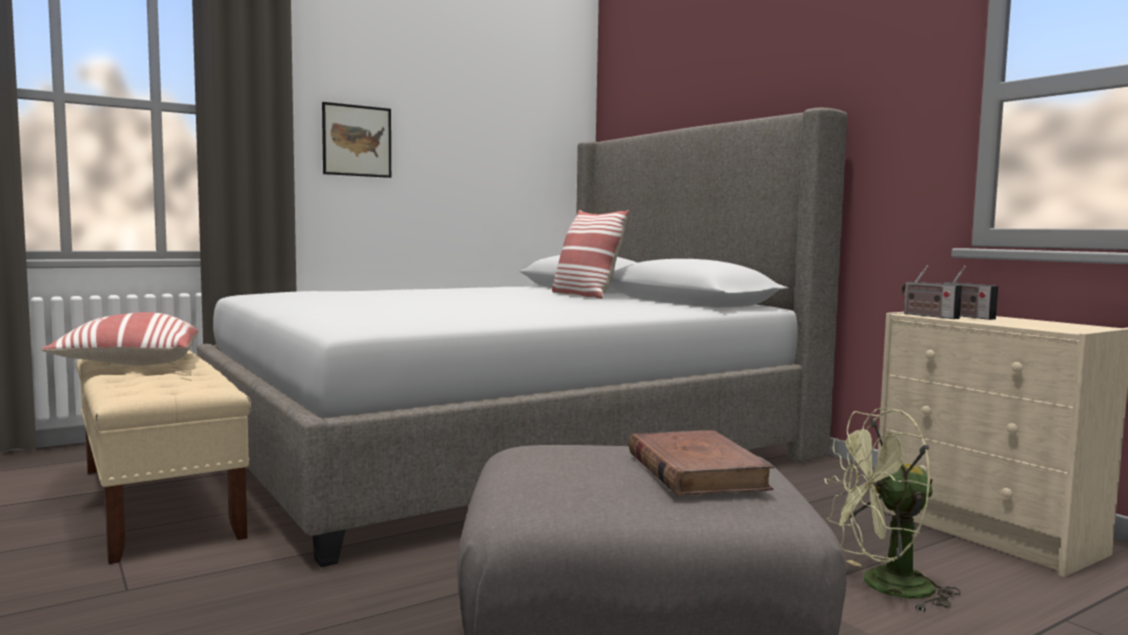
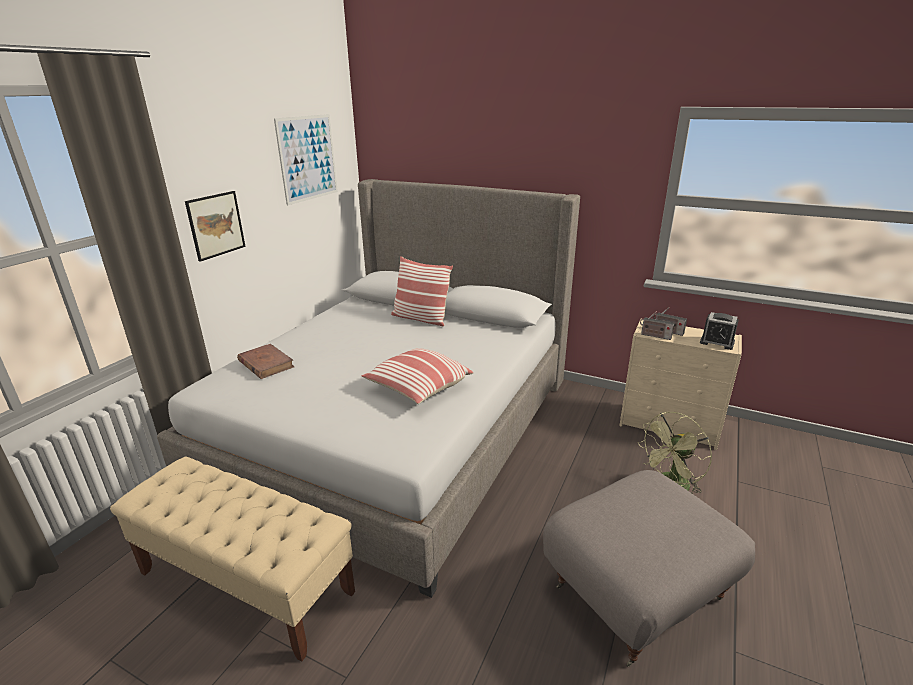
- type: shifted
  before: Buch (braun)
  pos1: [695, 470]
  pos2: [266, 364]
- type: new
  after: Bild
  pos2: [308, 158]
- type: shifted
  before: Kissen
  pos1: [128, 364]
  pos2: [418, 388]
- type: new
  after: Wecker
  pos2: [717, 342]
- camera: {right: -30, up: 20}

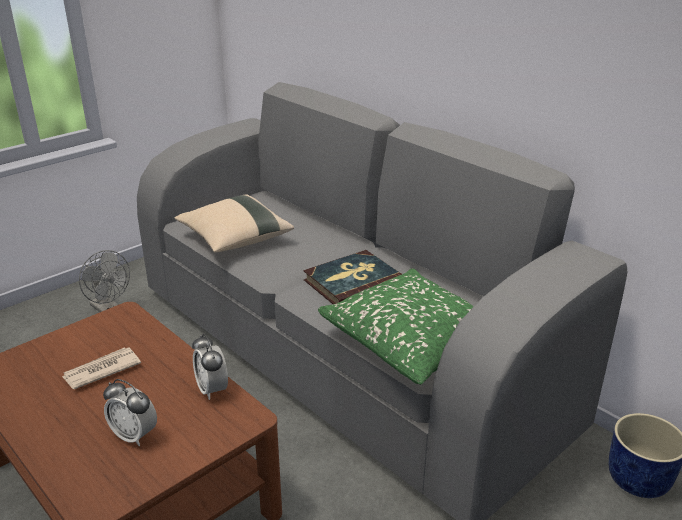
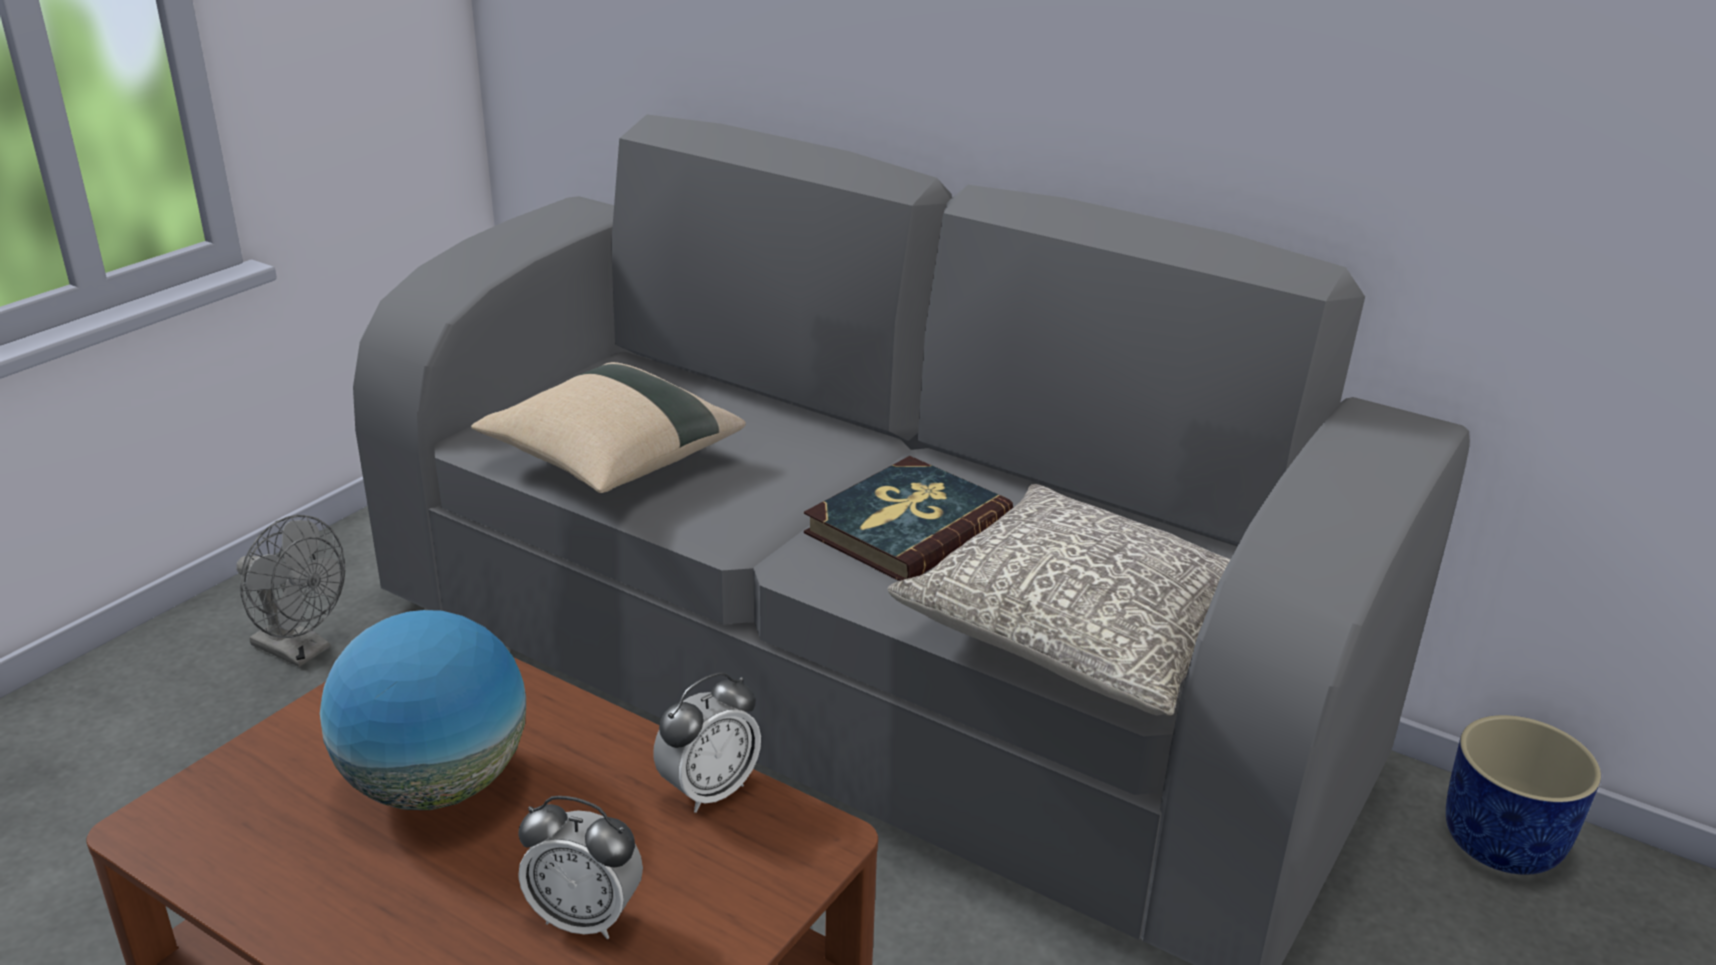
- type: swapped
  before: Zeitung
  after: Globus
  pos1: [101, 370]
  pos2: [436, 785]
- type: rotated
  before: Wecker
  pos1: [212, 389]
  pos2: [709, 790]
  turn: -90
- type: repainted
  before: Kissen (grün)
  after: Kissen (grau)
  pos1: [414, 340]
  pos2: [1087, 630]
- camera: {right: -15, up: 0}

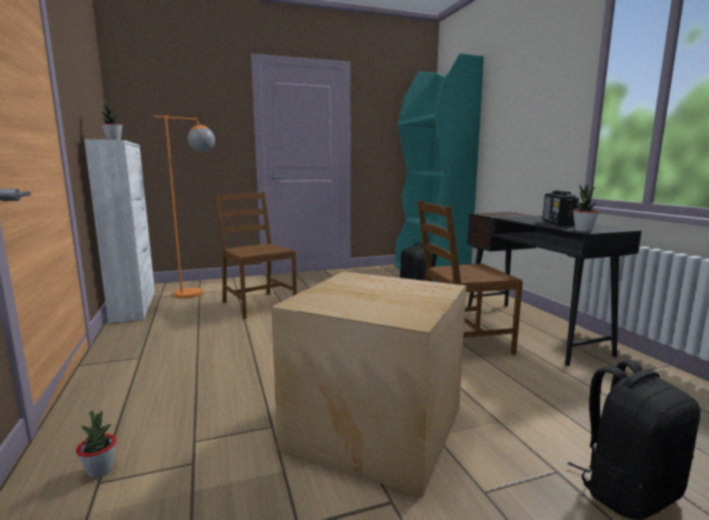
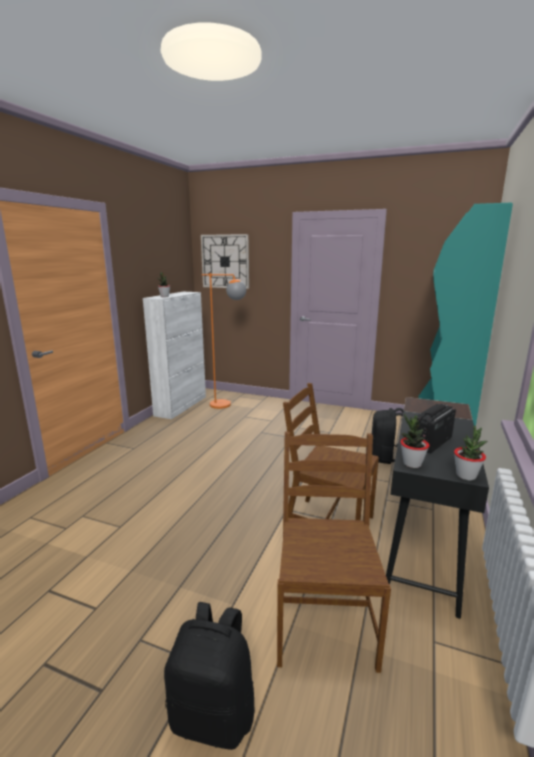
- type: new
  after: Wanduhr
  pos2: [225, 261]
- type: shifted
  before: Stuhl (braun)
  pos1: [257, 304]
  pos2: [323, 620]
- type: shifted
  before: Topfpflanze
  pos1: [100, 470]
  pos2: [466, 476]
- type: gone
  before: Karton
  pos1: [374, 426]
- camera: {right: 40, up: 5}

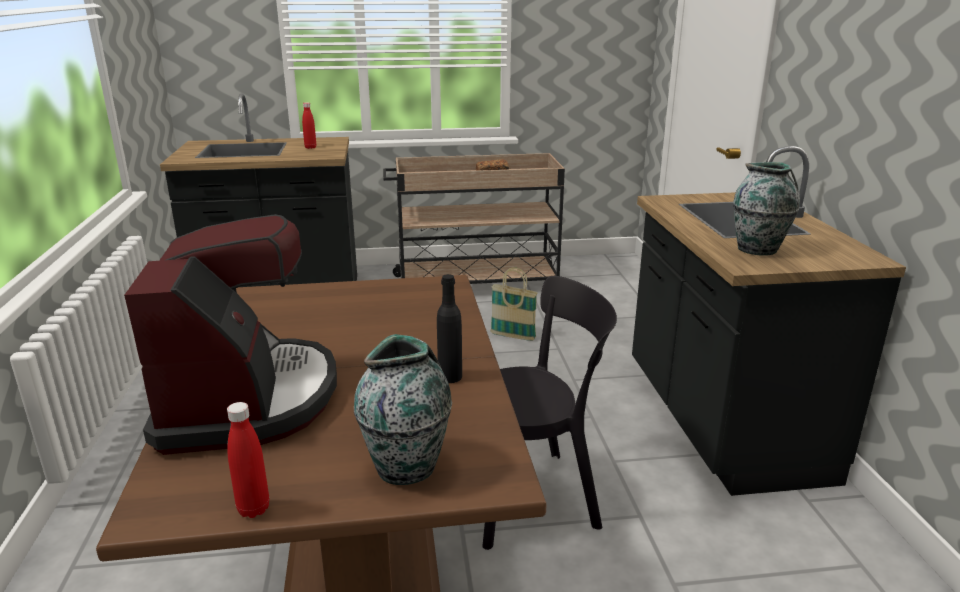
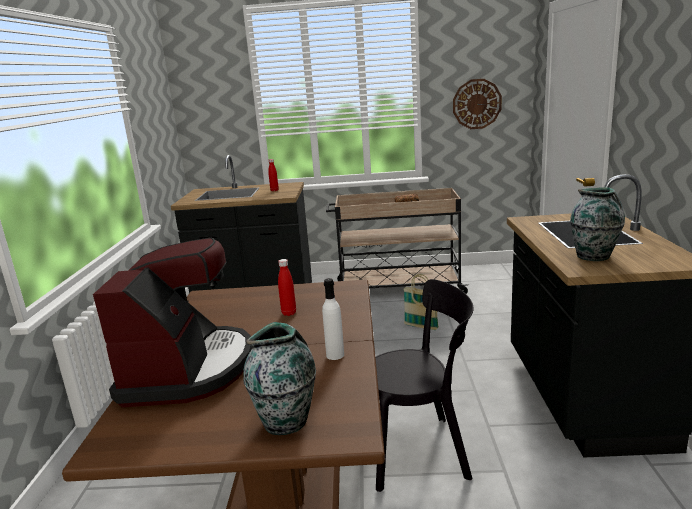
- type: shifted
  before: Flasche (rot)
  pos1: [253, 509]
  pos2: [289, 313]
- type: repainted
  before: Flasche (schwarz)
  after: Flasche (weiß)
  pos1: [450, 377]
  pos2: [335, 355]
- type: new
  after: Wanduhr
  pos2: [476, 104]
- camera: {right: 10, up: -5}

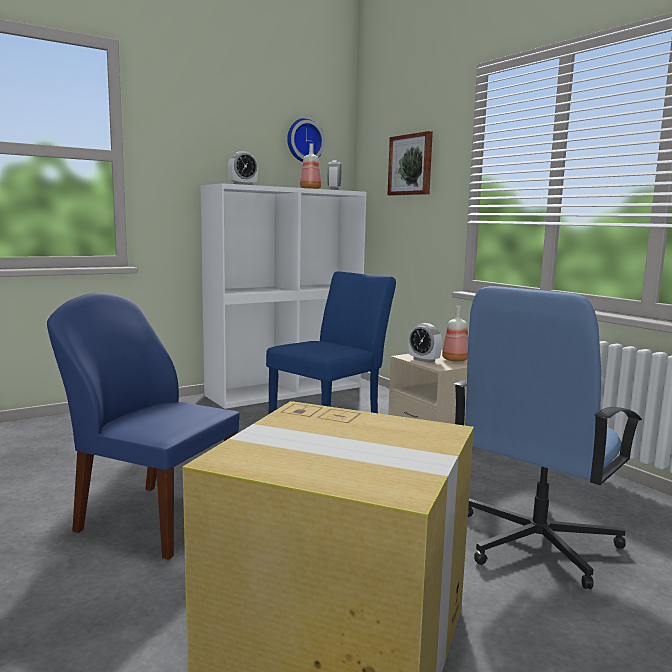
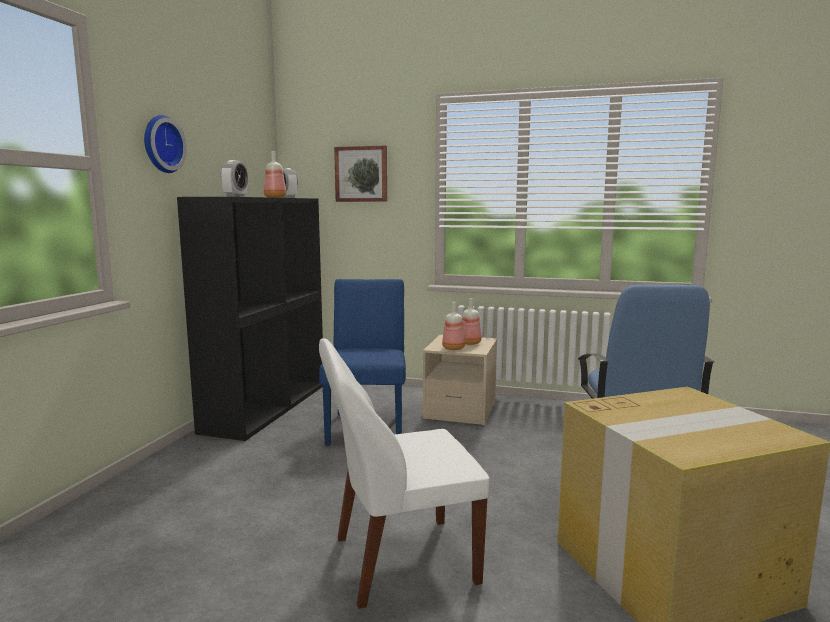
- type: shifted
  before: Wanduhr
  pos1: [304, 140]
  pos2: [161, 144]
- type: repainted
  before: Bücherregal (weiß)
  after: Bücherregal (schwarz)
  pos1: [285, 390]
  pos2: [266, 406]
- type: repainted
  before: Stuhl (blau)
  after: Stuhl (weiß)
  pos1: [154, 519]
  pos2: [400, 560]
- type: swapped
  before: Wecker
  after: Flasche
  pos1: [424, 360]
  pos2: [454, 348]
- camera: {right: -40, up: 0}

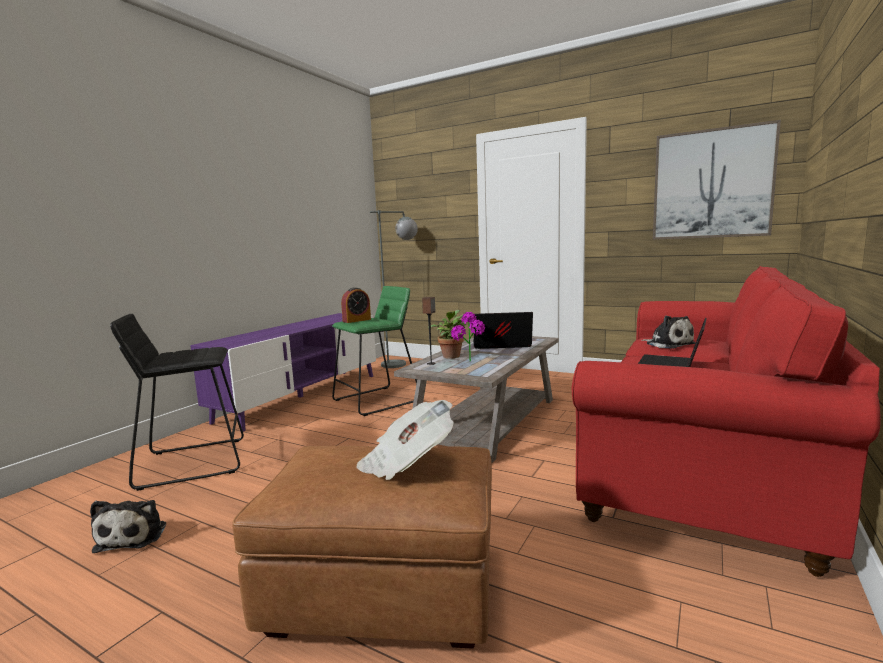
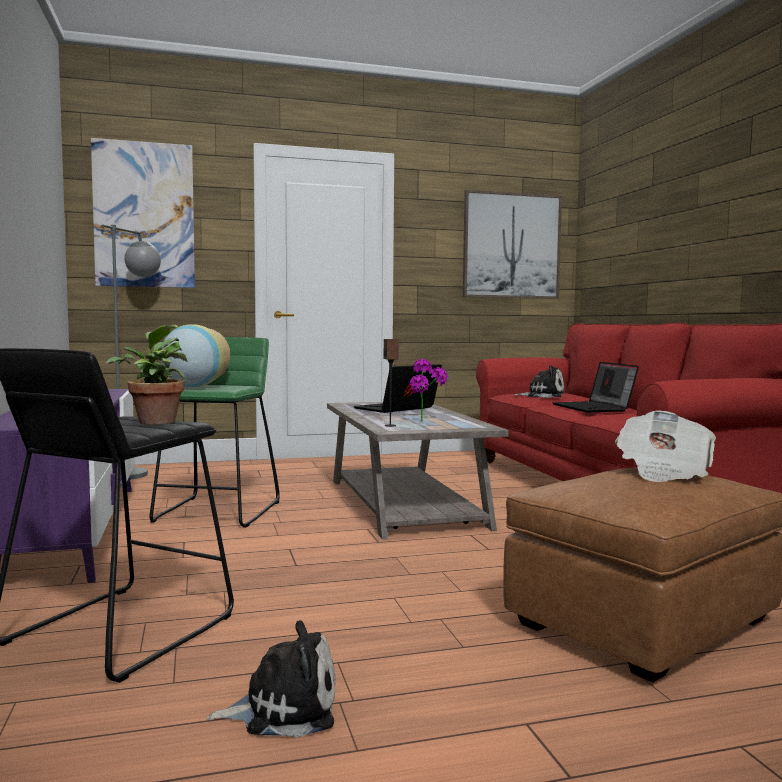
- type: new
  after: Bild
  pos2: [144, 215]
- type: shifted
  before: Topfpflanze
  pos1: [451, 356]
  pos2: [154, 421]
- type: swapped
  before: Wecker
  after: Vase
  pos1: [356, 320]
  pos2: [193, 386]
- type: rotated
  before: Plüschtier
  pos1: [134, 535]
  pos2: [284, 708]
  turn: -45
- camera: {right: -45, up: -5}

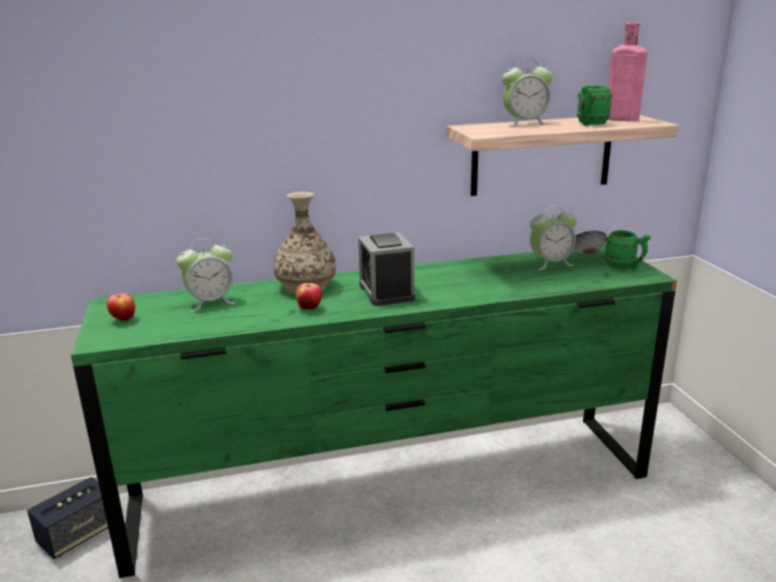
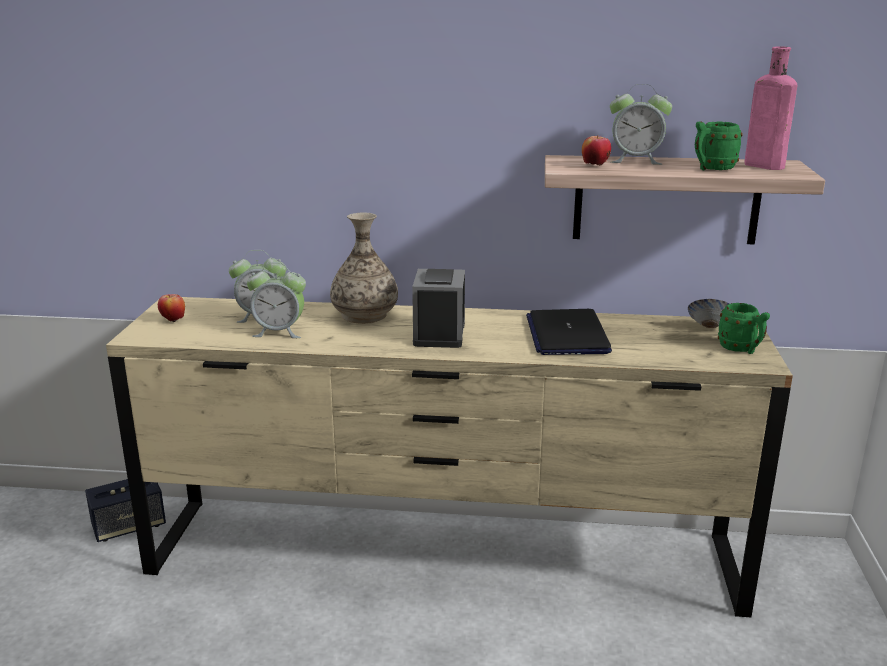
- type: repainted
  before: Kommode (grün)
  after: Kommode (beige)
  pos1: [391, 488]
  pos2: [443, 555]
- type: shifted
  before: Wecker
  pos1: [550, 264]
  pos2: [279, 332]
- type: new
  after: Laptop
  pos2: [567, 334]
- type: shifted
  before: Apfel
  pos1: [309, 308]
  pos2: [595, 166]
- camera: {right: 20, up: 0}

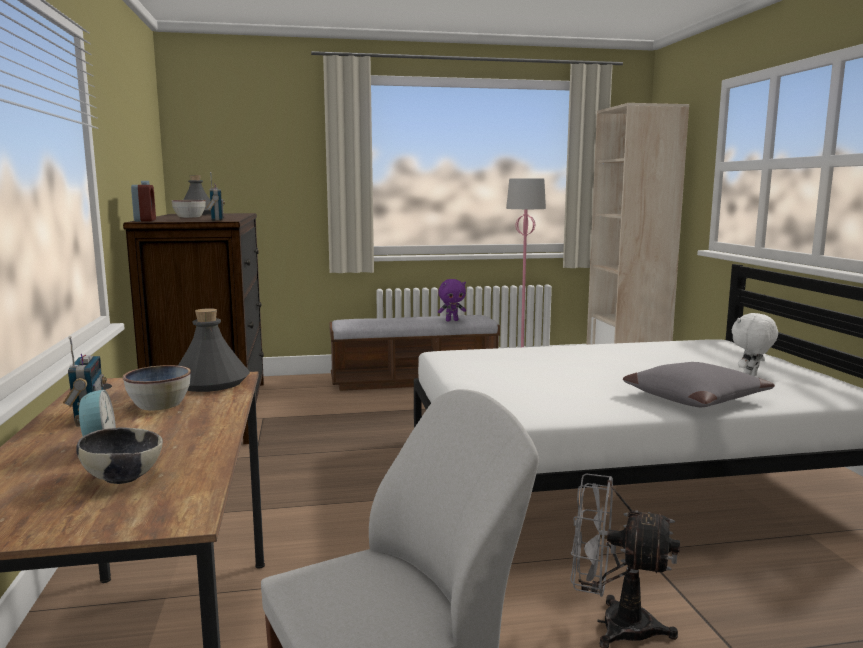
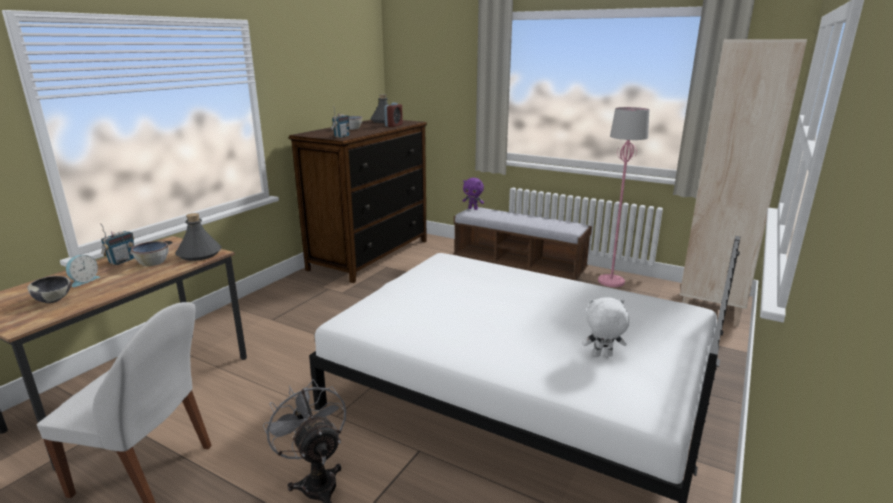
- type: shifted
  before: Wecker
  pos1: [145, 220]
  pos2: [393, 125]
- type: shifted
  before: Plüschtier (lila)
  pos1: [452, 320]
  pos2: [473, 208]
- type: gone
  before: Kissen (grau)
  pos1: [694, 398]
- camera: {right: 40, up: 10}

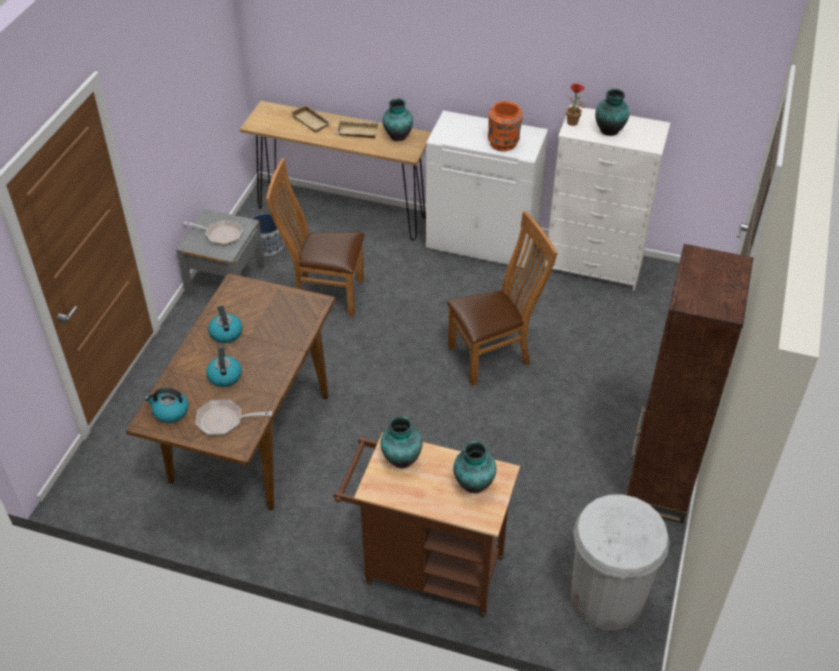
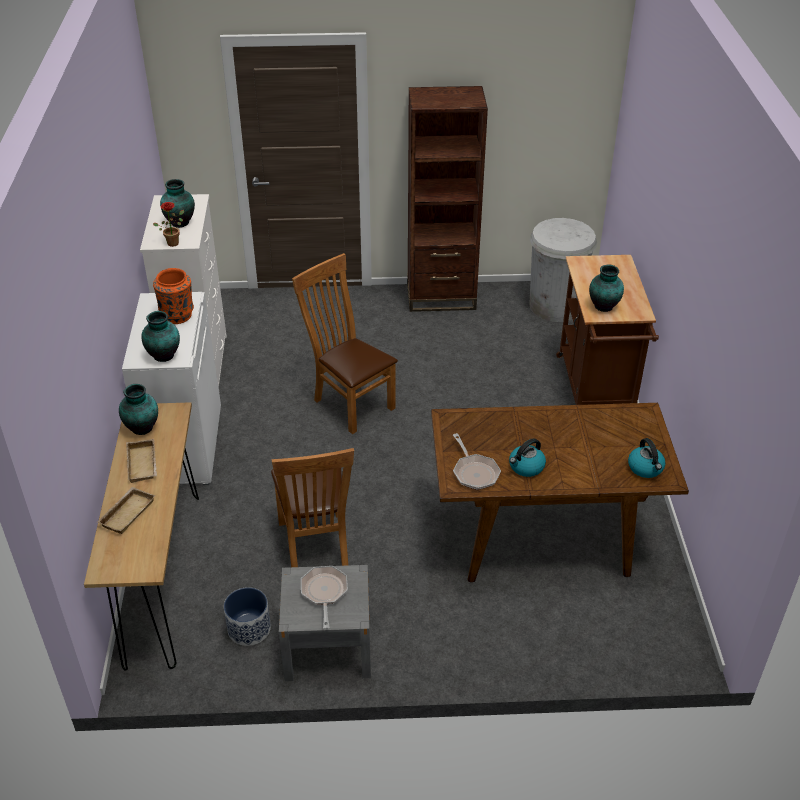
- type: shifted
  before: Vase
  pos1: [473, 484]
  pos2: [164, 356]
- type: shifted
  before: Pfanne
  pos1: [224, 421]
  pos2: [474, 472]
- type: gone
  before: Wasserkessel
  pos1: [224, 376]
- camera: {right: -110, up: -5}

